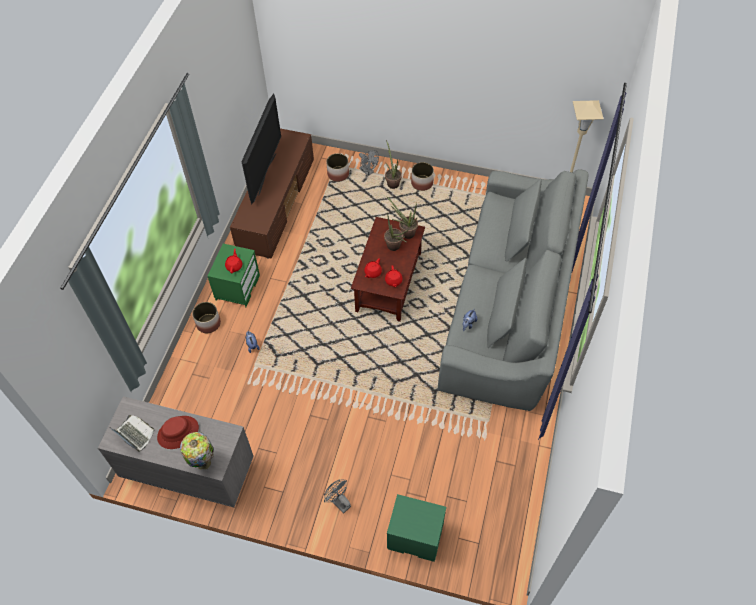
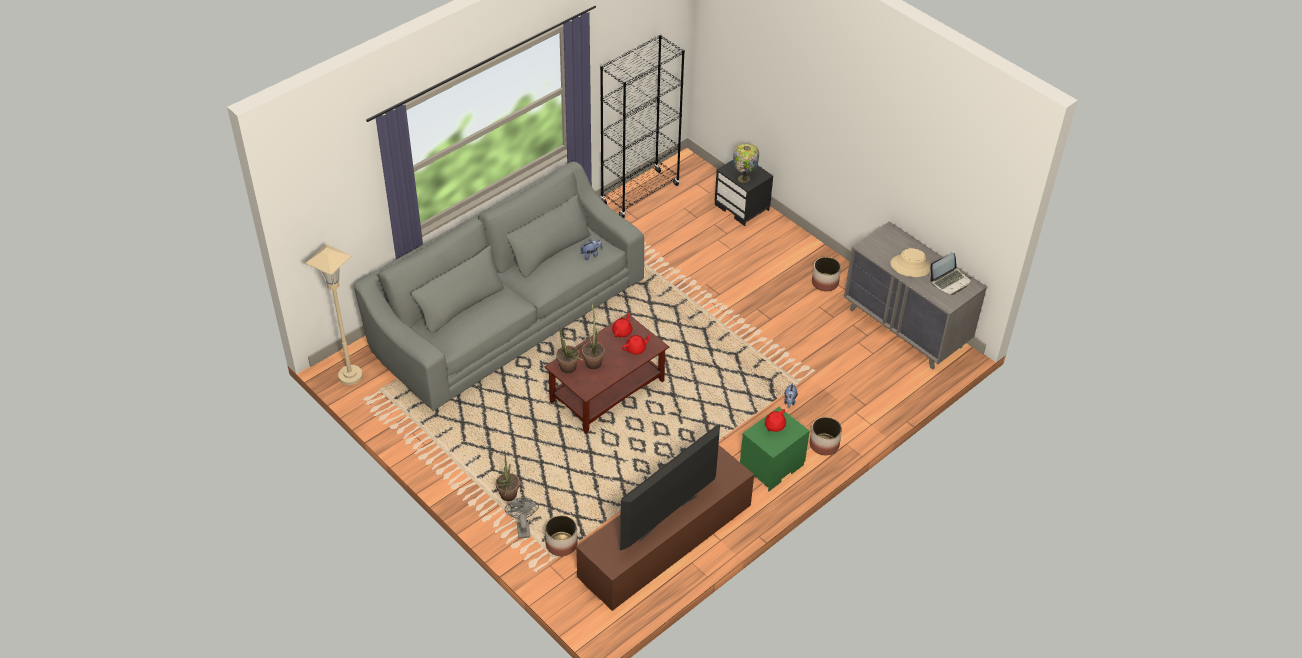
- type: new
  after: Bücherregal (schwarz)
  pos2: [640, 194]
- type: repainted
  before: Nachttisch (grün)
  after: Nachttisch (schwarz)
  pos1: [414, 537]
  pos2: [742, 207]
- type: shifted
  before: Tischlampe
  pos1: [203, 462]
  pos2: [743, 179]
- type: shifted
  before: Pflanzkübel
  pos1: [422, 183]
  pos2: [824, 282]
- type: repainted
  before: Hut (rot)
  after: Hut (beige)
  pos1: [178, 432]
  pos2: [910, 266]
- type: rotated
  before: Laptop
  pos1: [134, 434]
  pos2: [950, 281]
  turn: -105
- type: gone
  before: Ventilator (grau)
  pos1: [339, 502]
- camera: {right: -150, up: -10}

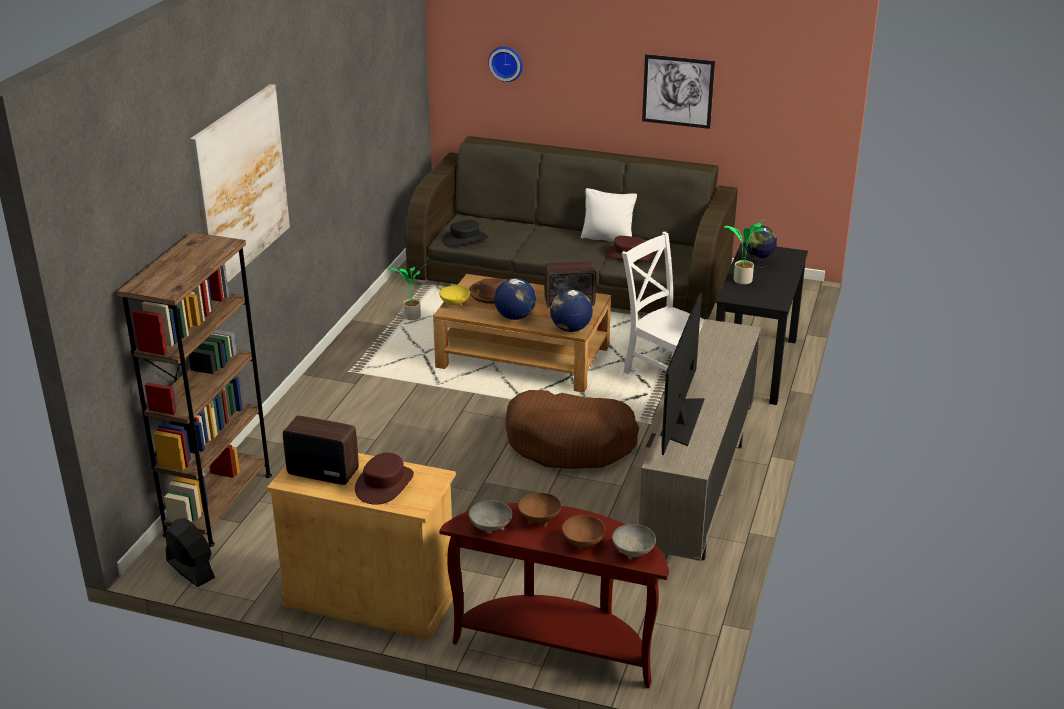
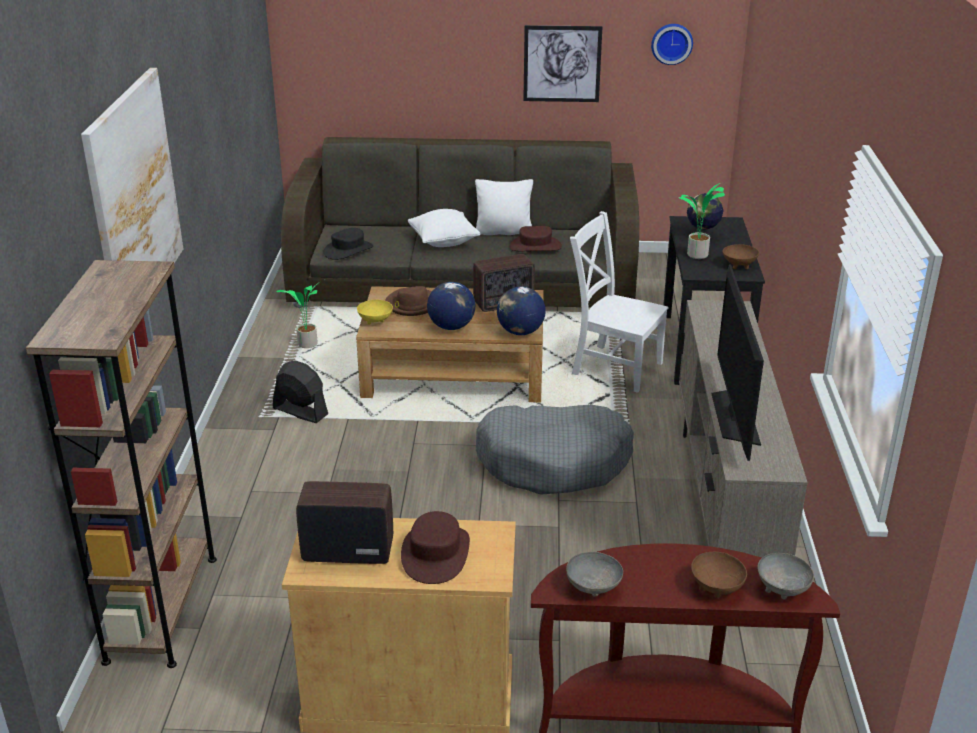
- type: shifted
  before: Ventilator (schwarz)
  pos1: [190, 569]
  pos2: [300, 411]
- type: new
  after: Kissen (weiß)
  pos2: [443, 242]
- type: repainted
  before: Hundebett (braun)
  after: Hundebett (grau)
  pos1: [570, 443]
  pos2: [554, 462]
- type: shifted
  before: Wanduhr
  pos1: [506, 63]
  pos2: [671, 43]
- type: shifted
  before: Schüssel (braun)
  pos1: [540, 519]
  pos2: [739, 265]
- camera: {right: -15, up: 0}

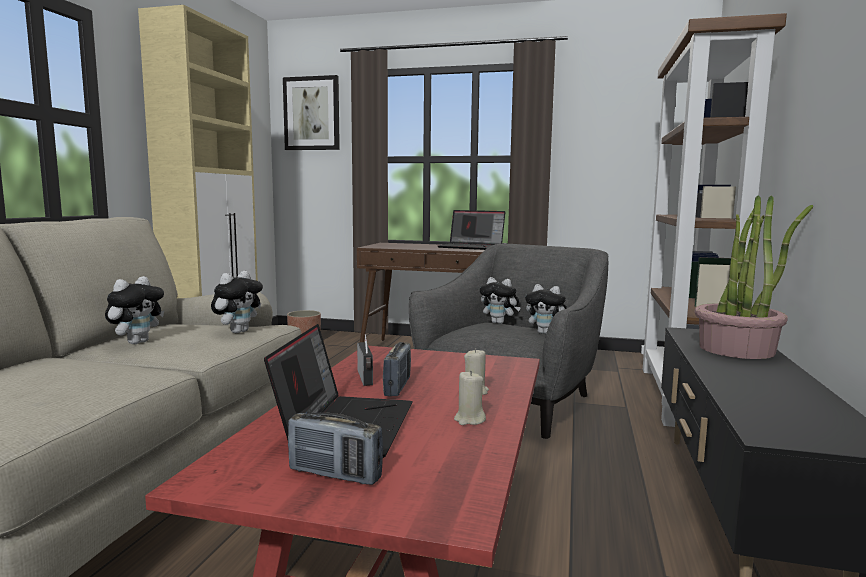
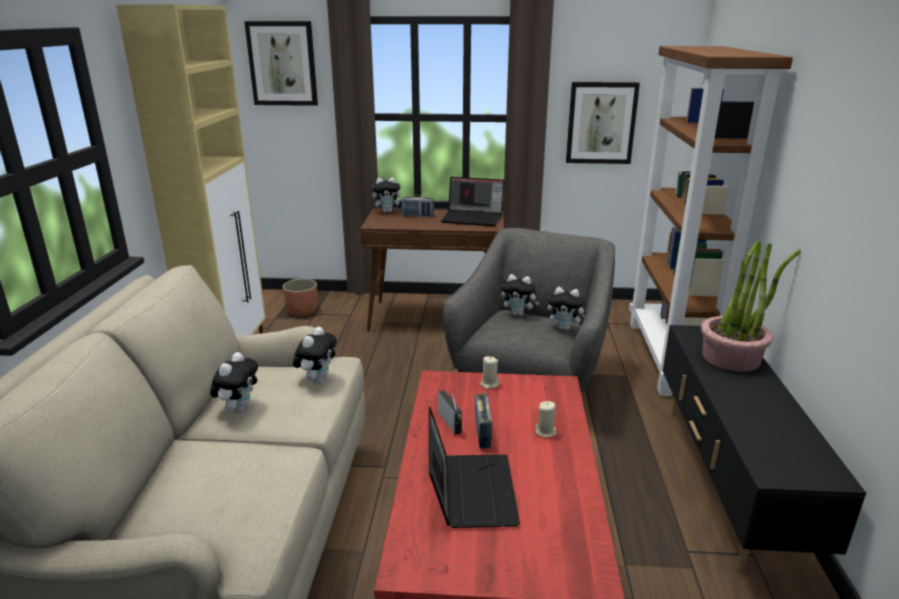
- type: new
  after: Plüschtier
  pos2: [388, 211]
- type: shifted
  before: Radio
  pos1: [335, 474]
  pos2: [418, 216]
- type: shifted
  before: Kerze (beige)
  pos1: [469, 420]
  pos2: [489, 384]
- type: new
  after: Bild
  pos2: [601, 123]
- camera: {right: -10, up: 15}

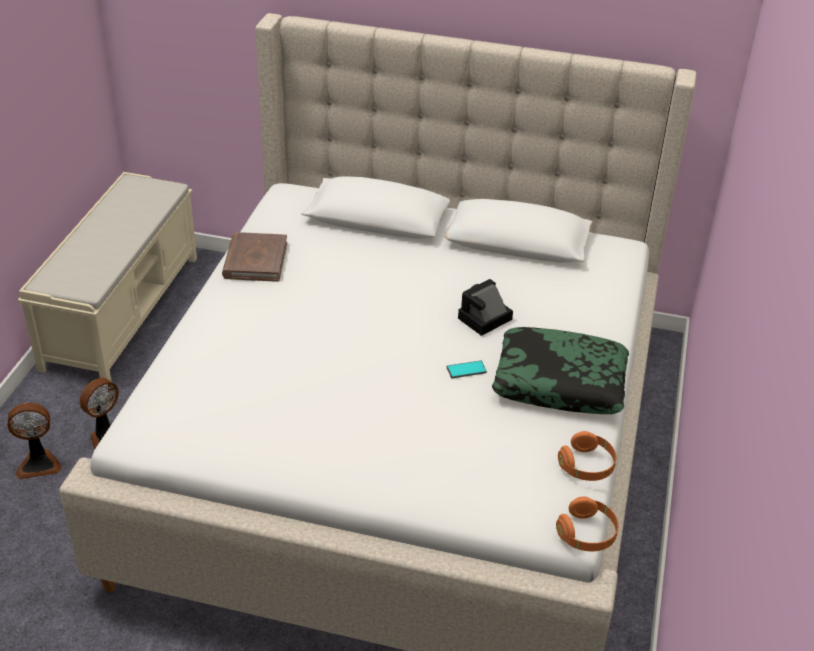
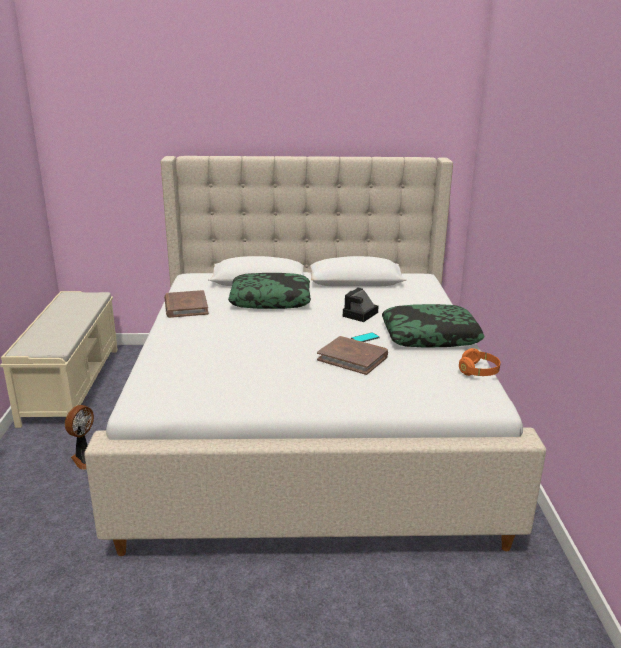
- type: new
  after: Kissen
  pos2: [270, 300]
- type: new
  after: Buch (braun)
  pos2: [353, 358]
- type: gone
  before: Ventilator
  pos1: [39, 463]
- type: gone
  before: Kopfhörer (orange)
  pos1: [587, 534]
- camera: {right: -15, up: -15}

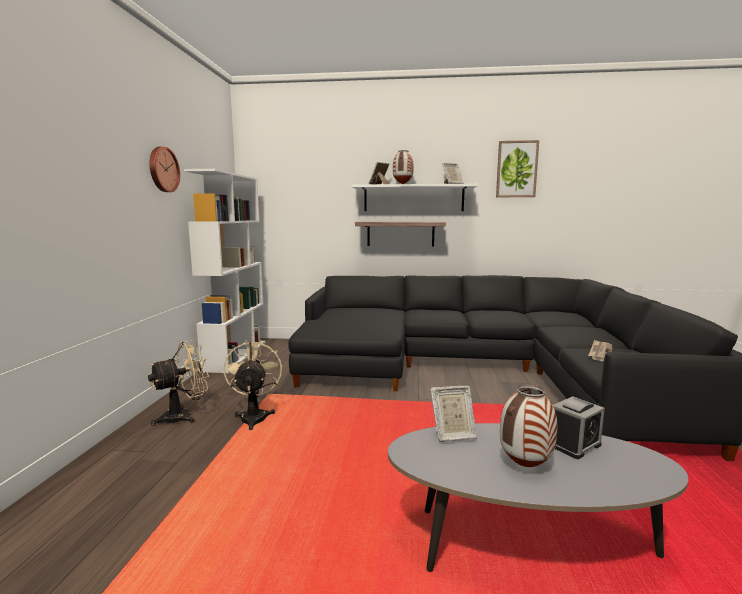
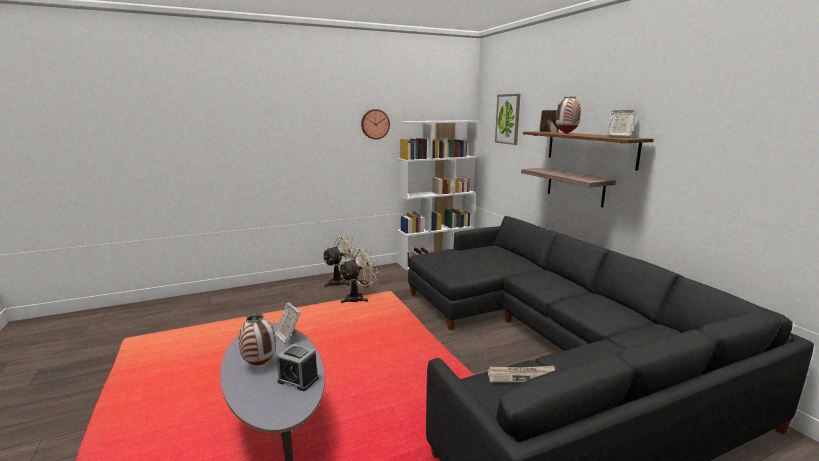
- type: rotated
  before: Ventilator (beige)
  pos1: [184, 416]
  pos2: [341, 282]
  turn: -60
- type: shifted
  before: Bild
  pos1: [516, 169]
  pos2: [508, 119]
- type: repainted
  before: Wandregal (weiß)
  after: Wandregal (braun)
  pos1: [413, 198]
  pos2: [590, 148]
- camera: {right: 60, up: 5}

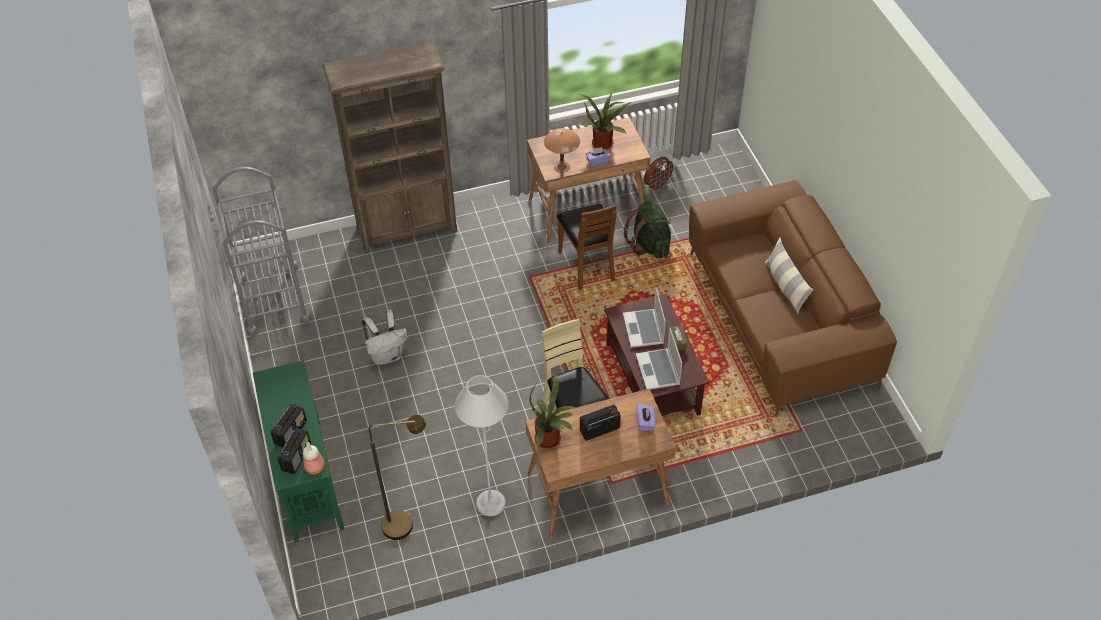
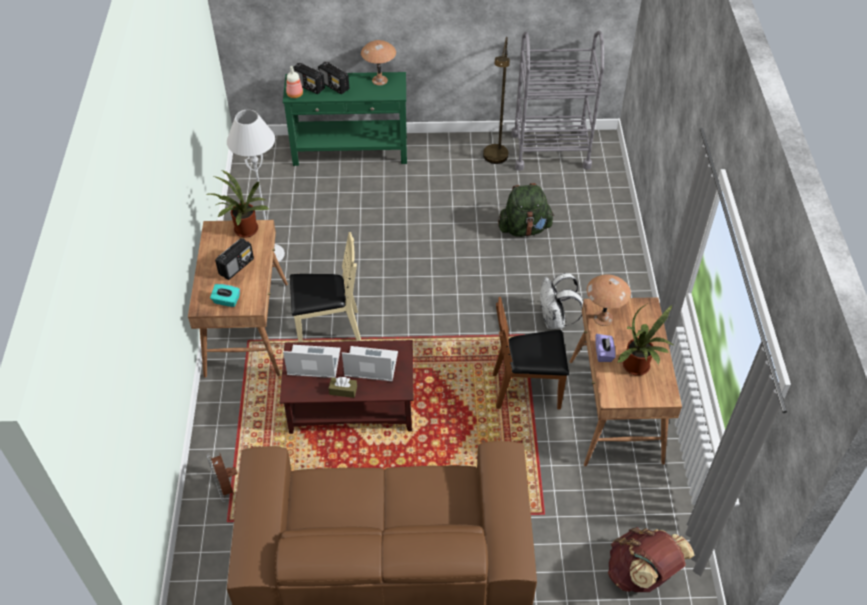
- type: shifted
  before: Ventilator (braun)
  pos1: [657, 186]
  pos2: [226, 488]
- type: repainted
  before: Taschentuchbox (lila)
  after: Taschentuchbox (türkis)
  pos1: [645, 422]
  pos2: [226, 301]
- type: rotated
  before: Radio
  pos1: [599, 429]
  pos2: [236, 266]
  turn: 45
- type: new
  after: Tischlampe (braun)
  pos2: [379, 80]
- type: shifted
  before: Stehlampe (braun)
  pos1: [406, 524]
  pos2: [495, 160]
- type: shifted
  before: Rucksack (grün)
  pos1: [649, 245]
  pos2: [524, 228]
- type: shifted
  before: Rucksack (weiß)
  pos1: [387, 355]
  pos2: [555, 320]
- type: new
  after: Rucksack (braun)
  pos2: [641, 574]
- type: gone
  before: Bücherregal (braun)
  pos1: [407, 229]
- type: gone
  before: Kissen
  pos1: [785, 286]
- camera: {right: 105, up: 0}

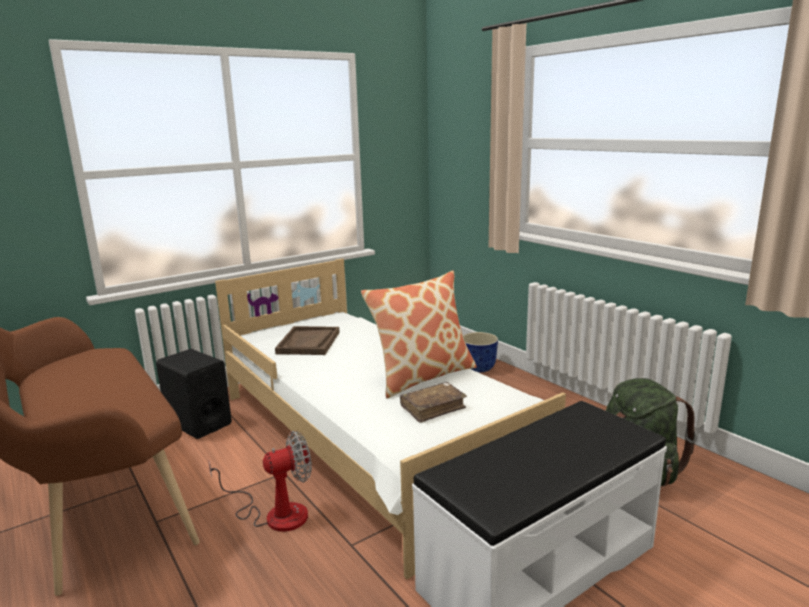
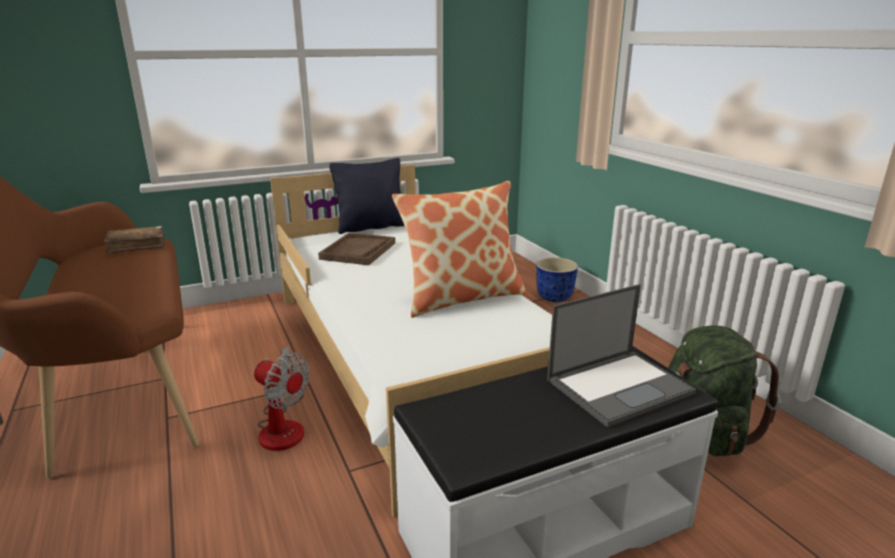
- type: shifted
  before: Buch (braun)
  pos1: [433, 408]
  pos2: [137, 245]
- type: rotated
  before: Ventilator
  pos1: [274, 513]
  pos2: [283, 426]
  turn: 45
- type: new
  after: Kissen (schwarz)
  pos2: [372, 227]
- type: new
  after: Laptop
  pos2: [620, 386]
- type: gone
  before: Lautsprecher (schwarz)
  pos1: [198, 423]
- camera: {right: 10, up: 5}

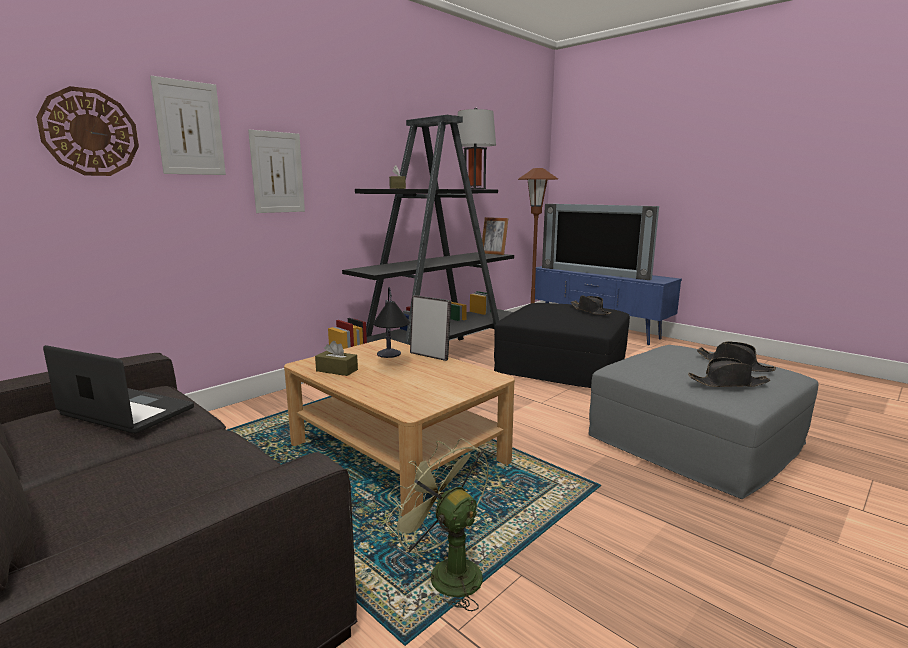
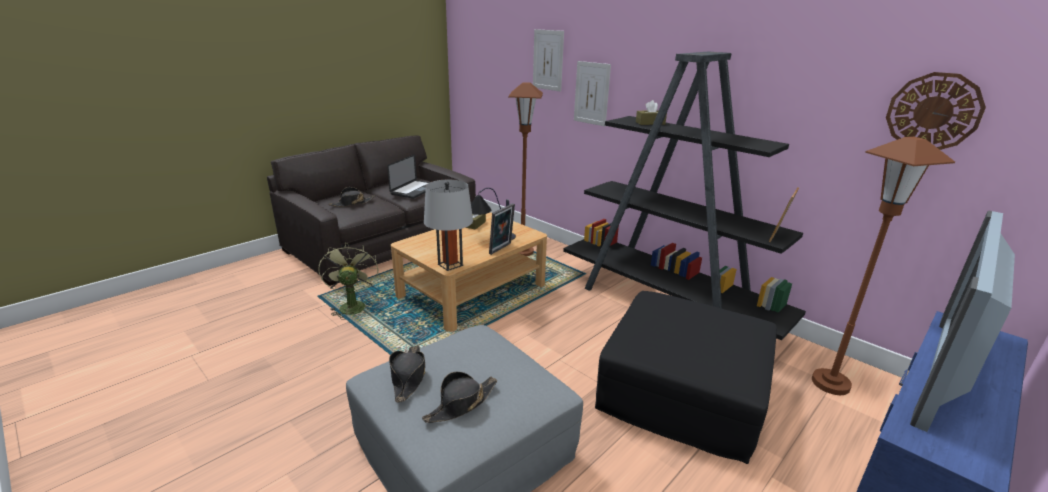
- type: rotated
  before: Ventilator (grün)
  pos1: [445, 573]
  pos2: [352, 305]
  turn: -60
- type: shifted
  before: Hut (schwarz)
  pos1: [590, 311]
  pos2: [352, 203]
- type: shifted
  before: Tischlampe (grau)
  pos1: [474, 188]
  pos2: [450, 265]
- type: new
  after: Stehlampe (braun)
  pos2: [522, 252]
- type: shifted
  before: Wanduhr
  pos1: [90, 132]
  pos2: [933, 112]
- camera: {right: 90, up: 10}

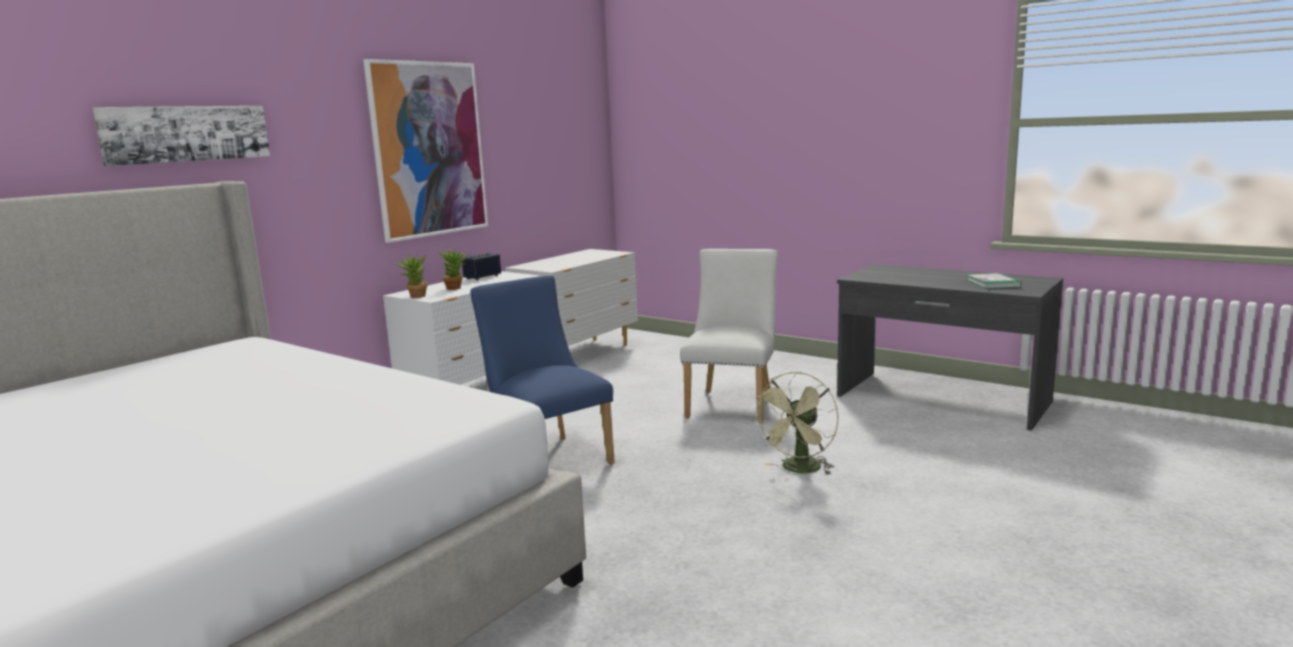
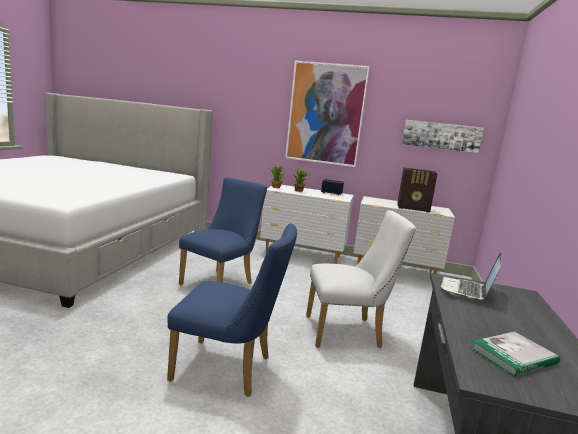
- type: swapped
  before: Ventilator (grün)
  after: Stuhl (blau)
  pos1: [799, 470]
  pos2: [229, 369]
- type: new
  after: Radio
  pos2: [414, 208]
- type: shifted
  before: Bild
  pos1: [186, 133]
  pos2: [441, 136]
- type: new
  after: Laptop
  pos2: [467, 291]
- camera: {right: 65, up: 0}

